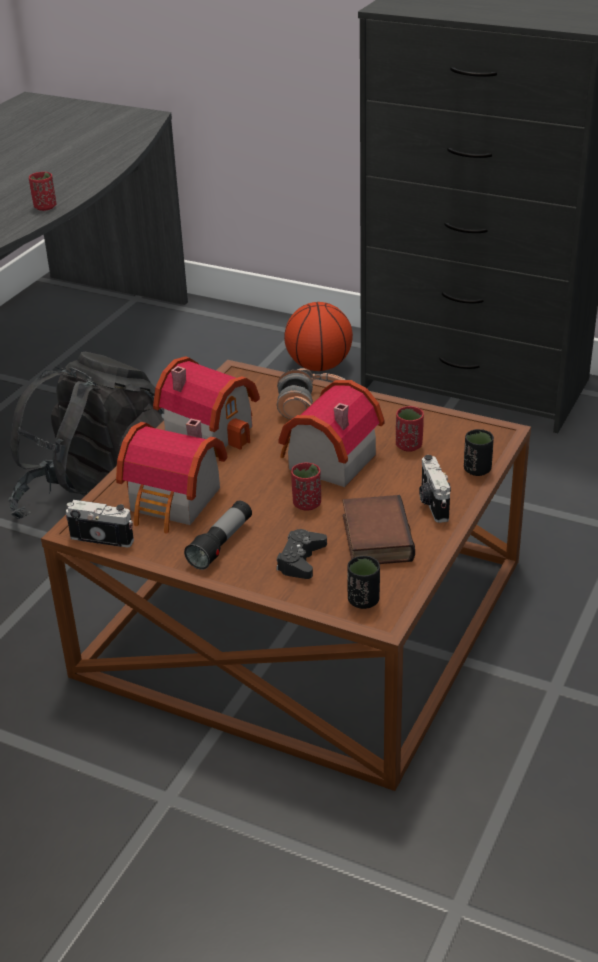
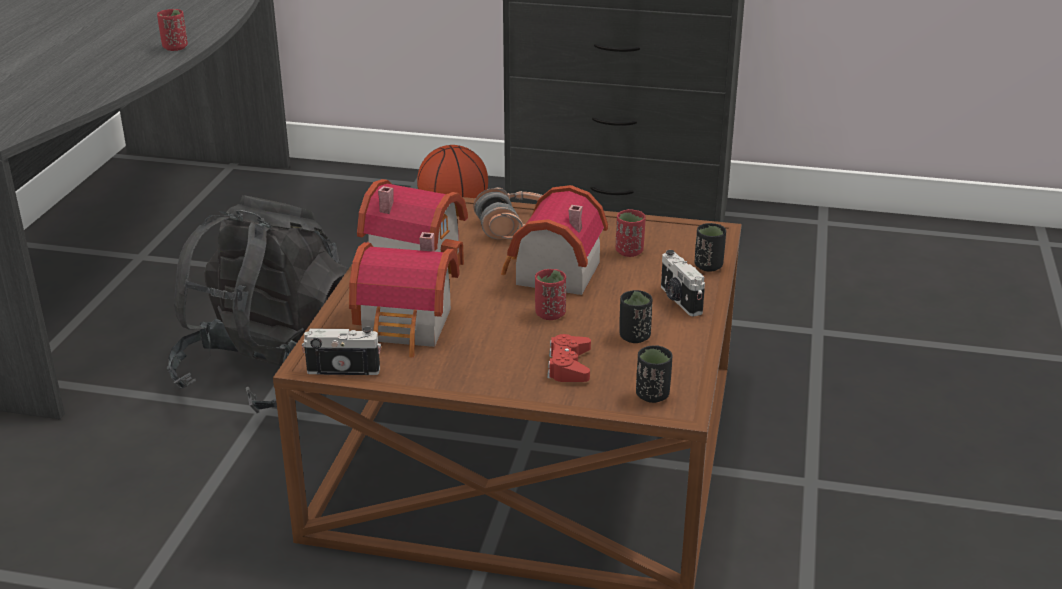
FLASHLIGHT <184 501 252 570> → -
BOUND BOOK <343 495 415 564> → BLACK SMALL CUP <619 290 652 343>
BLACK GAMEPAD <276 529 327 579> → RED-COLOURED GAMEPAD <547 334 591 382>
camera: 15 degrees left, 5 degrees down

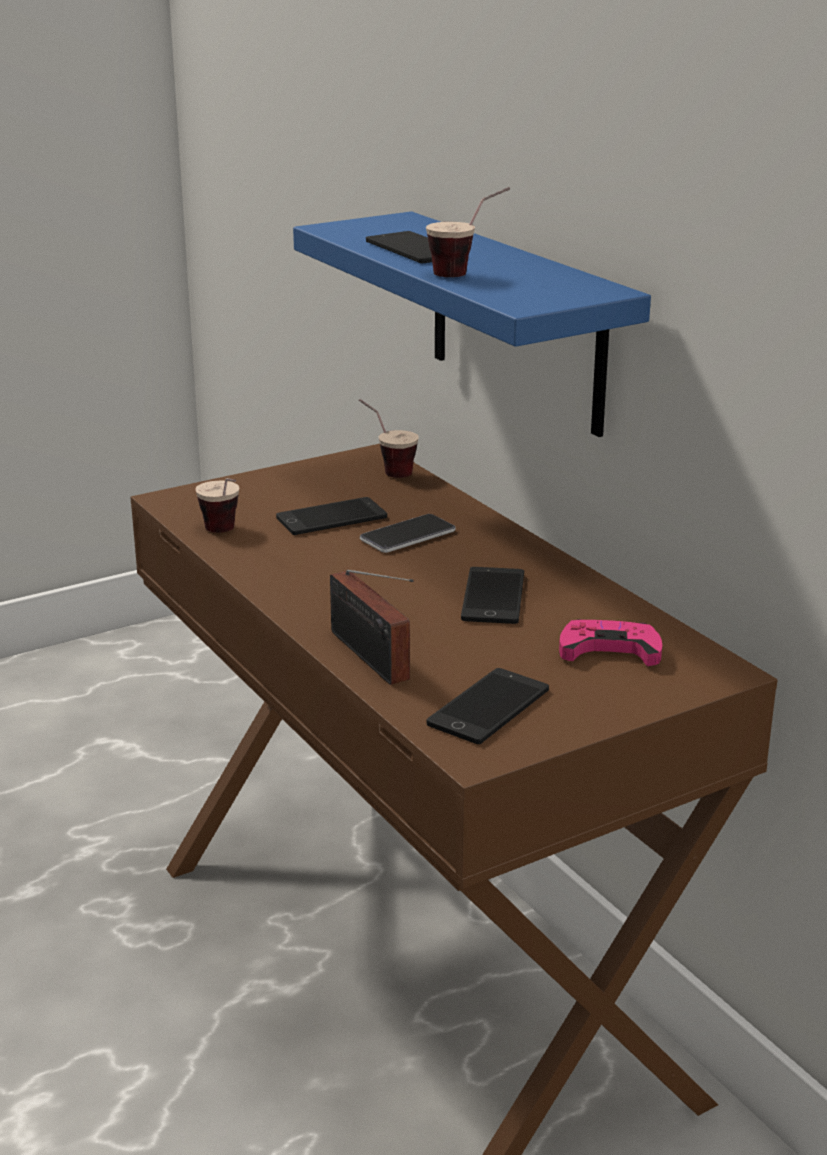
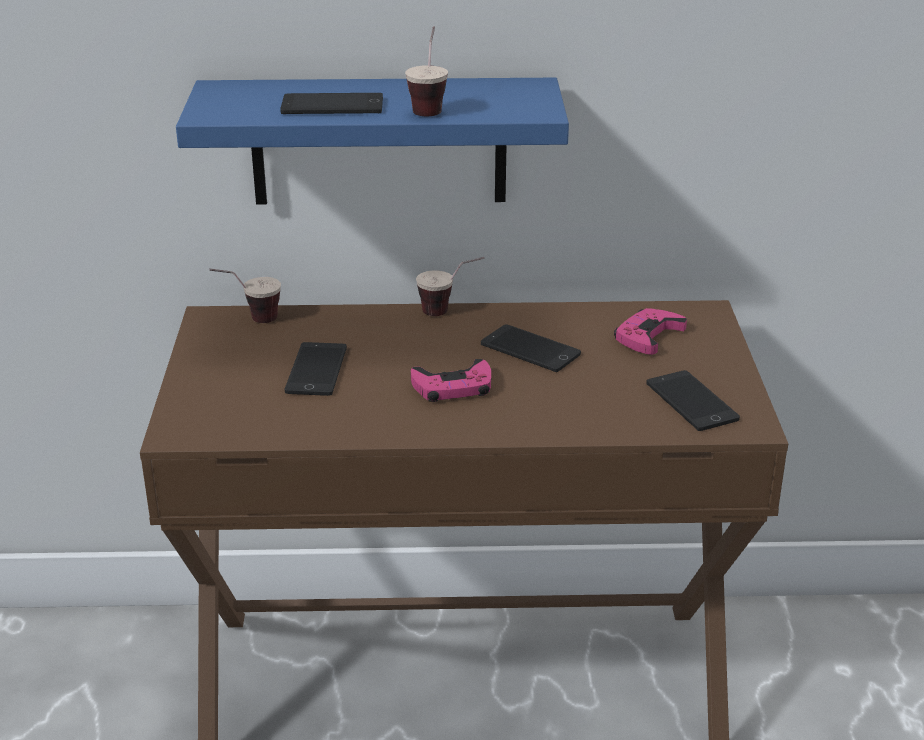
RADIO RECEIVER <330 570 414 685> → -
HANDSET <360 514 456 553> → -
- → PINK-COLOURED GAMEPAD <411 359 491 402>
SMALL CUP <195 478 239 533> → SMALL CUP <416 257 485 316>, relocated
camera: 60 degrees left, 5 degrees up

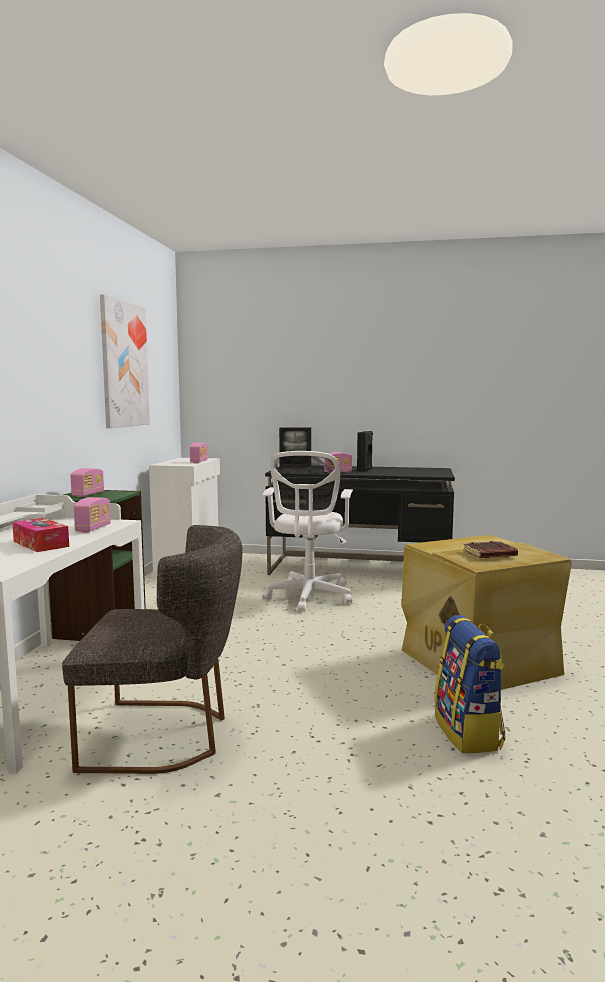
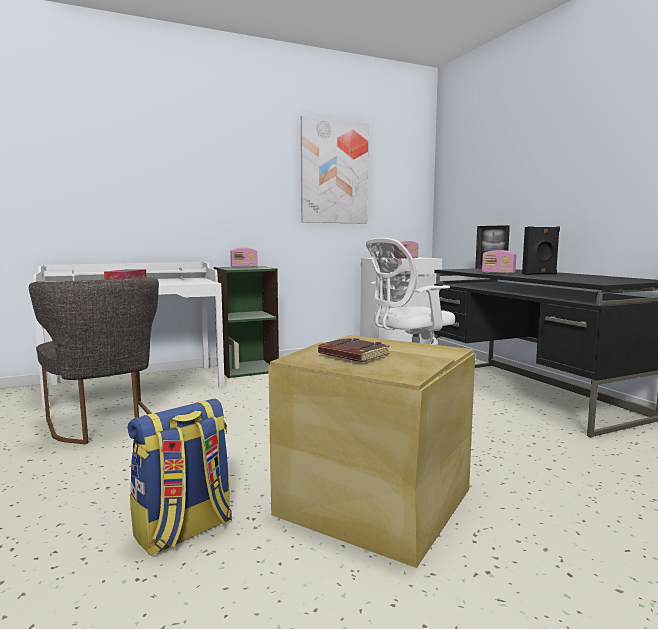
RADIO RECEIVER <74 497 111 533> → -
camera: 55 degrees right, 0 degrees up

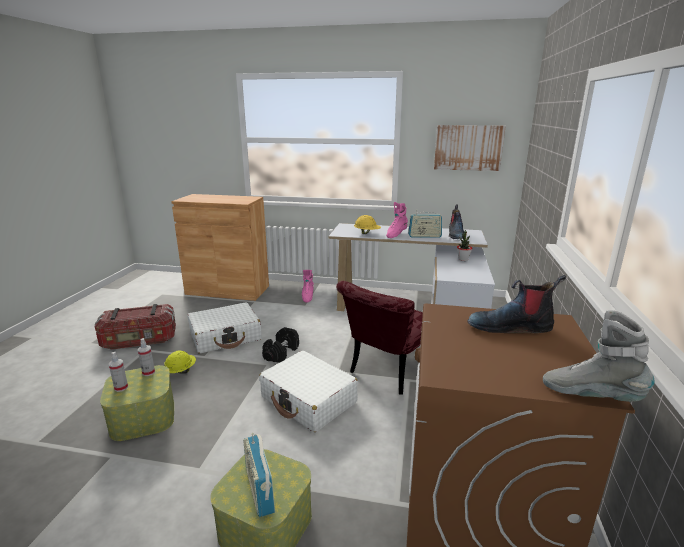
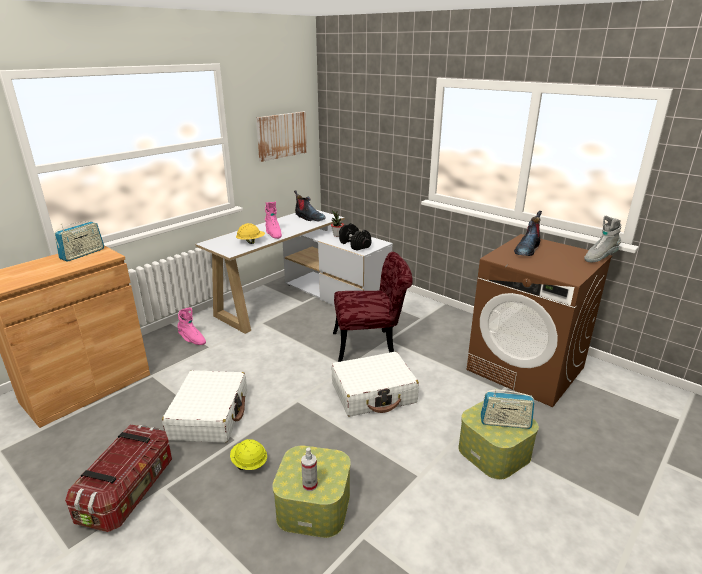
SPRAYER <138 338 155 376> → -
BLACK DUMBBELL <262 327 299 363> → BLACK DUMBBELL <339 223 371 251>, relocated
RADIO RECEIVER <408 211 442 238> → RADIO RECEIVER <54 221 104 262>, relocated
RED-COLOURED CHAIR <336 281 423 395> → RED-COLOURED CHAIR <333 252 412 362>, 75 degrees counterclockwise
camera: 60 degrees left, 5 degrees up

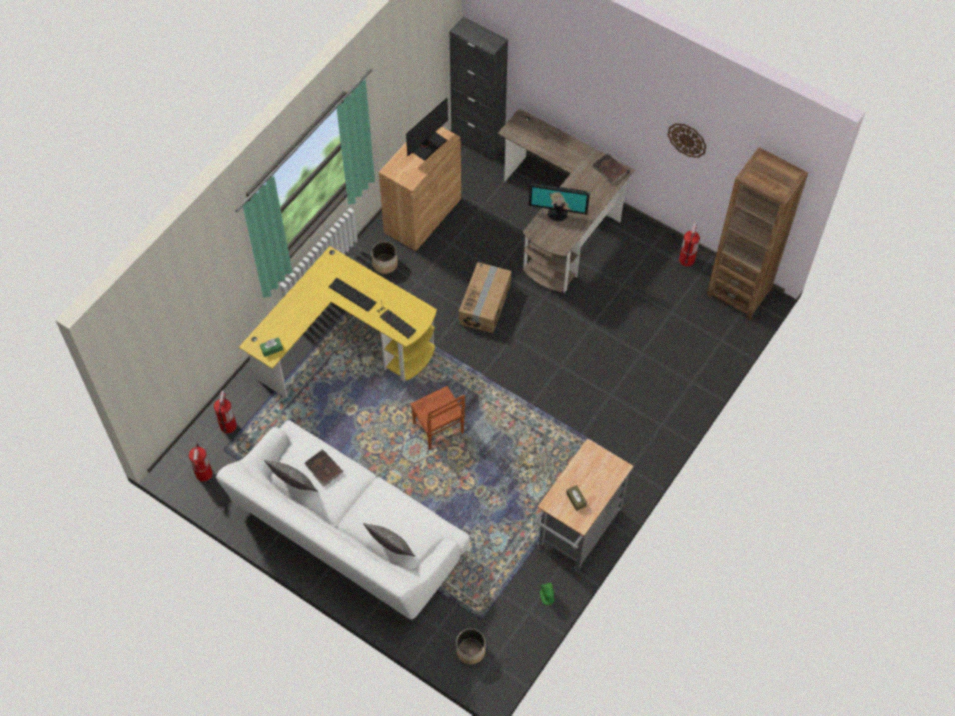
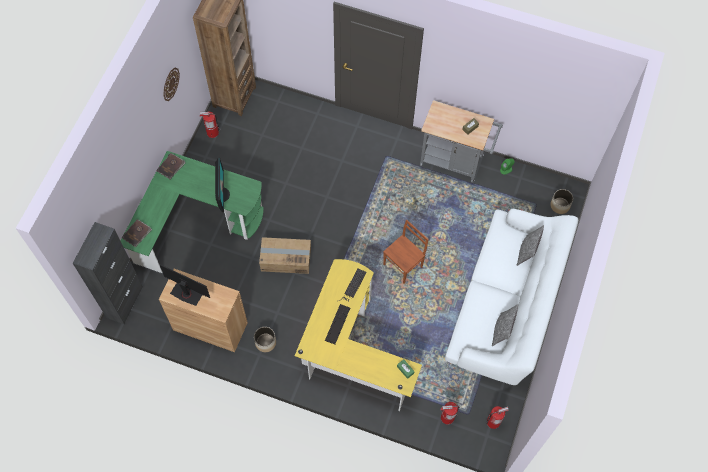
BROWN-COLOURED BOUND BOOK <304 449 343 487> → BROWN-COLOURED BOUND BOOK <122 220 152 247>, relocated
BROWN-COLOURED DESK UNIT <498 108 634 293> → GREEN-COLOURED DESK UNIT <121 151 263 273>
camera: 105 degrees left, 5 degrees up

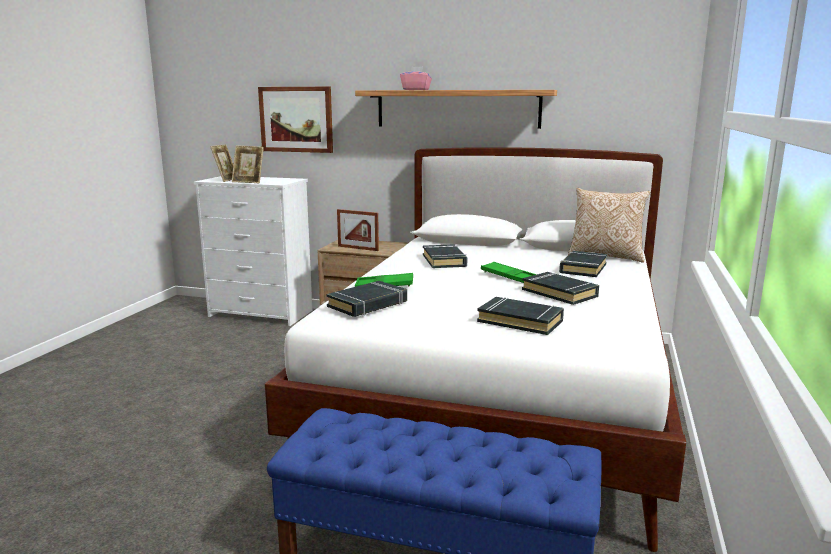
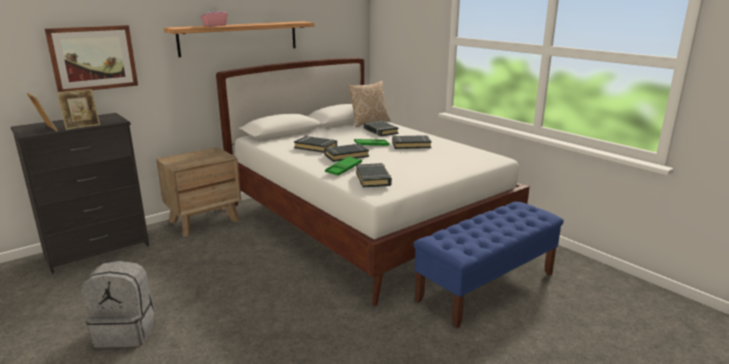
STANDING FRAME <337 209 379 251> → -
- → GREY RUCKSACK <81 261 155 348>
BLACK BOUND BOOK <477 297 564 335> → BLACK BOUND BOOK <324 144 369 162>, relocated
WHITE-COLOURED DRAWER CHEST <194 176 312 326> → BLACK DRAWER CHEST <11 113 150 274>
camera: 55 degrees left, 5 degrees up

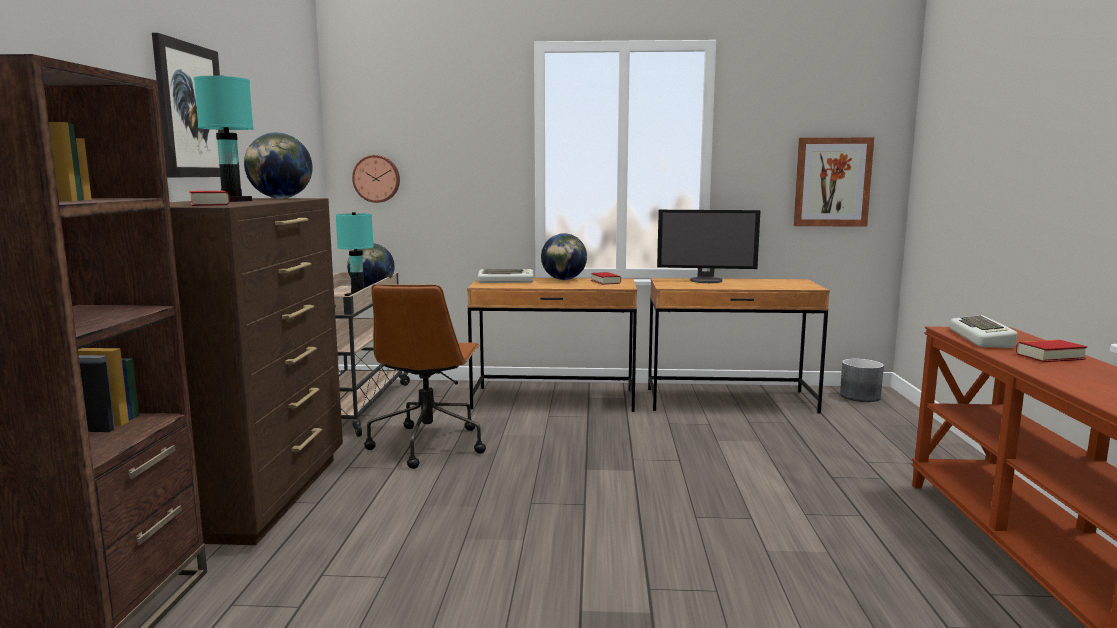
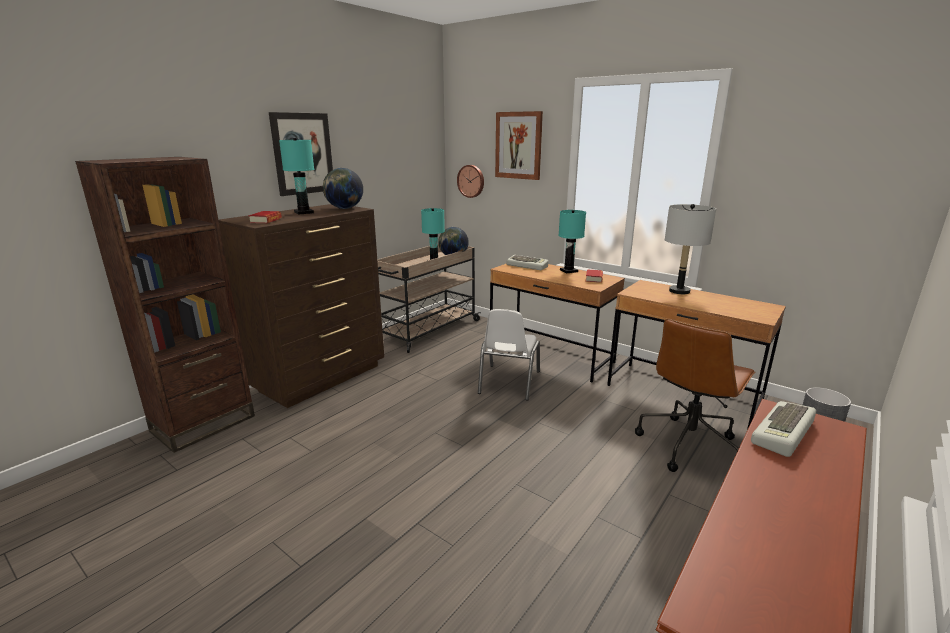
BOUND BOOK <1016 339 1087 362> → -
- → WHITE-COLOURED CHAIR <478 309 540 401>
BROWN-COLOURED DESK CHAIR <364 284 486 469> → BROWN-COLOURED DESK CHAIR <635 319 755 472>, relocated
WALL ART <794 138 874 227> → WALL ART <495 111 543 180>, relocated
WORLD GLOBE <541 233 587 280> → BLUE-GREEN LAMP FOR A TABLE <558 210 586 273>
COMPUTER SCREEN <657 210 761 283> → GREY LAMP FOR A TABLE <665 204 716 294>
camera: 35 degrees right, 10 degrees up

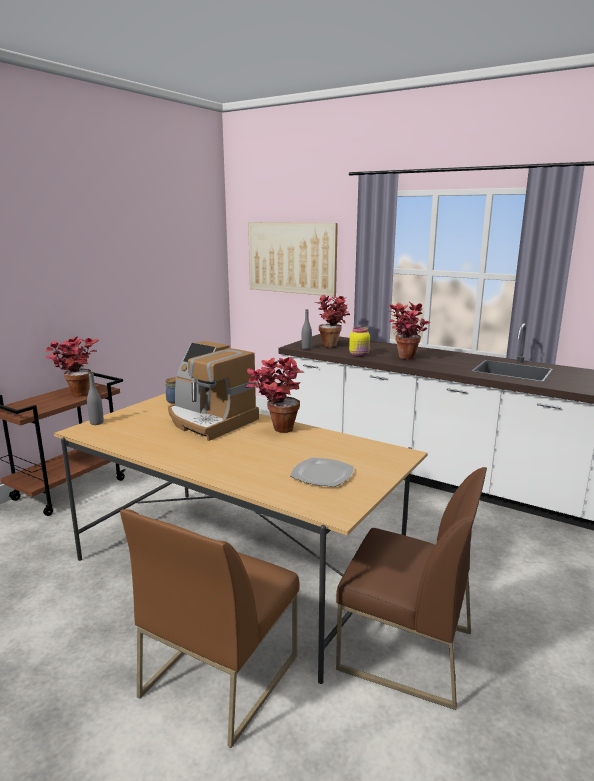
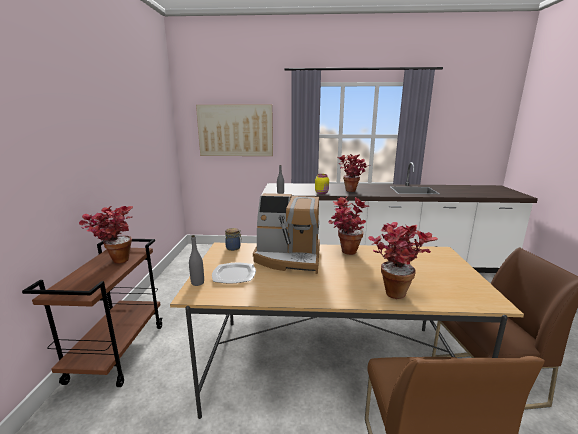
FLAT DISH <290 457 354 487> → FLAT DISH <212 263 256 283>, relocated
PLANT IN A POT <315 294 350 348> → PLANT IN A POT <368 222 438 299>, relocated
camera: 30 degrees left, 0 degrees up

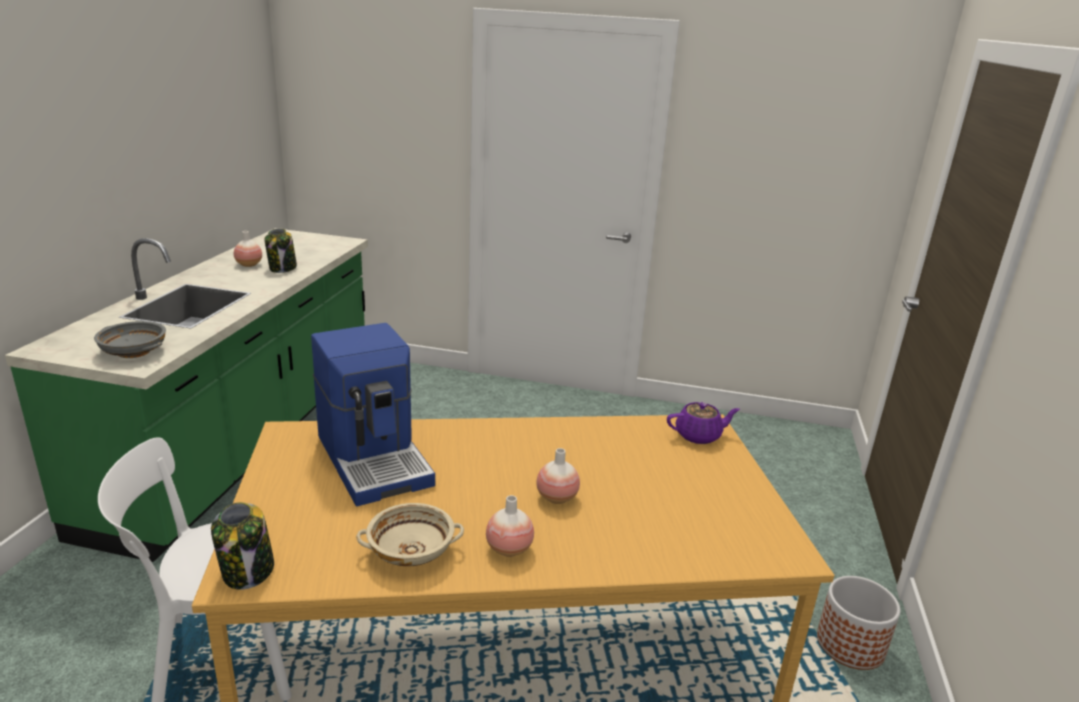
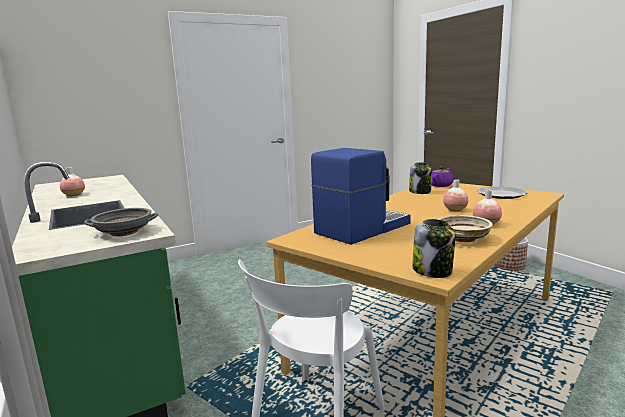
- → FLAT DISH <476 186 527 199>
PRESERVE JAR <265 229 297 273> → PRESERVE JAR <409 162 432 194>, relocated
COFFEE MAKER <311 323 435 507> → COFFEE MAKER <311 148 410 245>, 60 degrees counterclockwise
camera: 40 degrees left, 10 degrees down

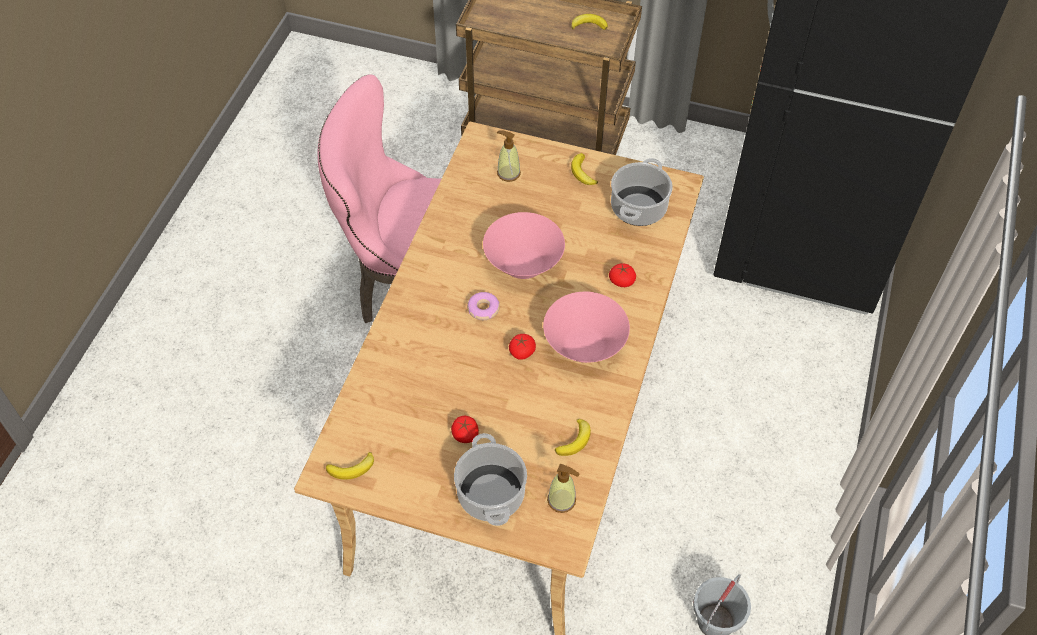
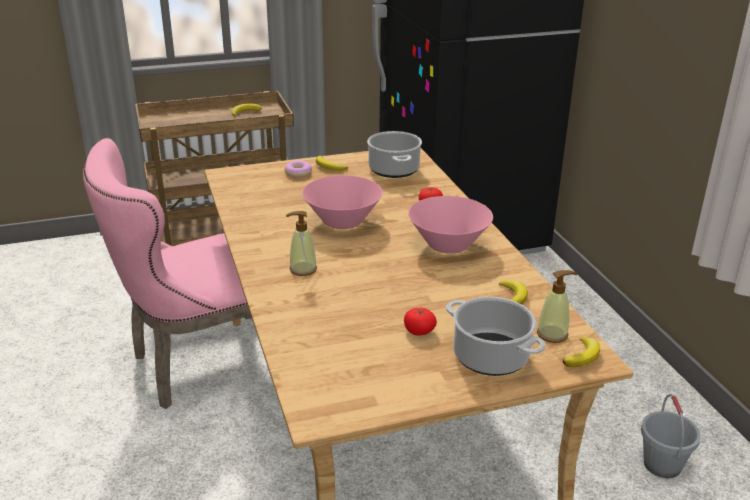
WHOLE TOMATO <509 334 536 360> → -
BANANA <326 452 374 480> → BANANA <563 337 600 368>, relocated
RING DOUGHNUT <467 292 500 320> → RING DOUGHNUT <284 161 312 178>, relocated
SOAP BOTTLE <497 130 521 182> → SOAP BOTTLE <286 211 317 276>, relocated
camera: 35 degrees left, 25 degrees down

